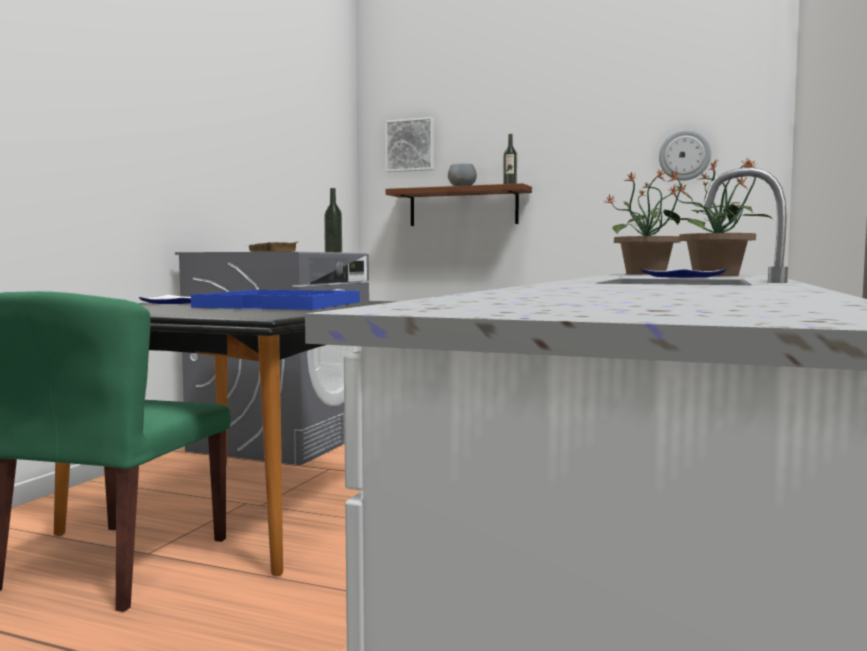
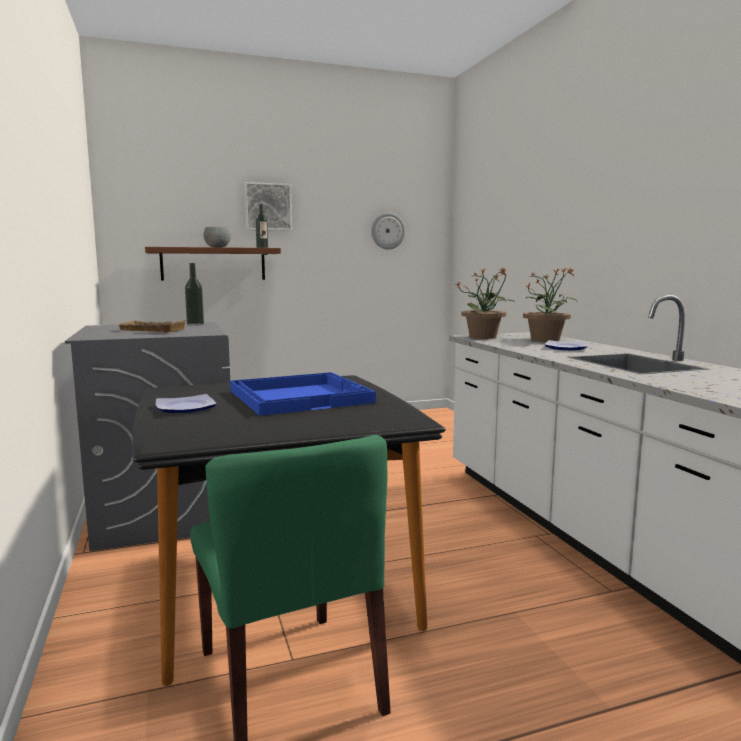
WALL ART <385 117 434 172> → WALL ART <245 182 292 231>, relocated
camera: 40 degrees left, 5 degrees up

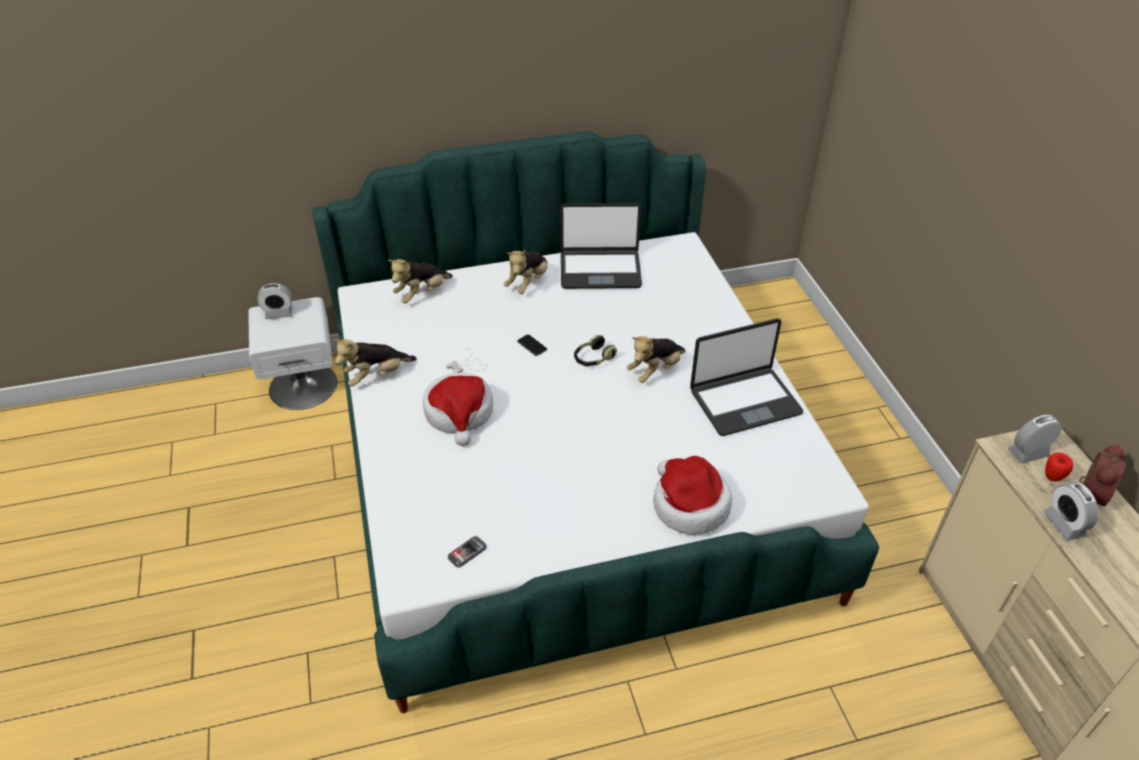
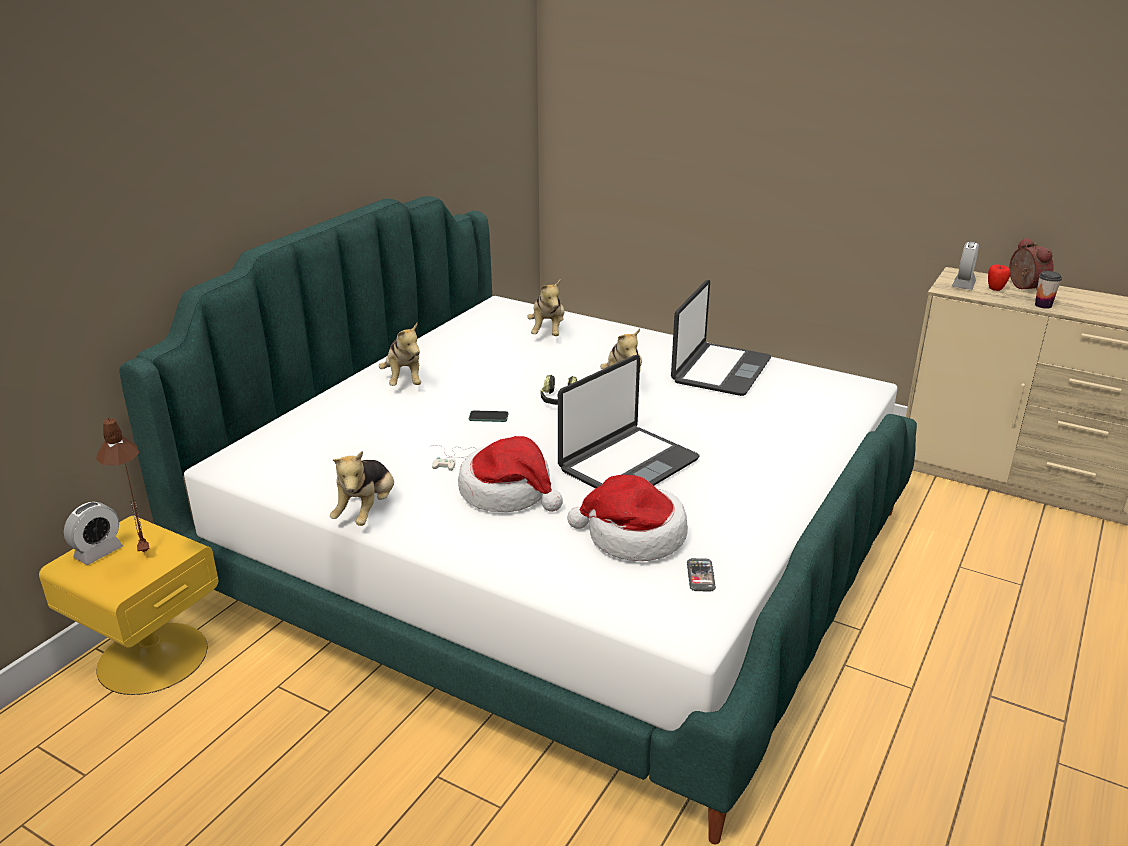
- → BROWN-COLOURED LAMP FOR A TABLE <96 416 150 553>
PLUSH TOY <388 259 453 303> → PLUSH TOY <527 280 565 336>, relocated
PORTABLE COMPUTER <560 203 642 289> → PORTABLE COMPUTER <558 355 700 488>, relocated
WEARABLE HAT <653 456 732 535> → WEARABLE HAT <567 475 688 561>, relocated
BEDSIDE CLOCK <1043 482 1099 541> → SMALL CUP <1035 271 1062 309>
WHITE-COLOURED BEDSIDE TABLE <248 297 337 410> → YELLOW BEDSIDE TABLE <39 516 218 695>
camera: 45 degrees left, 15 degrees down

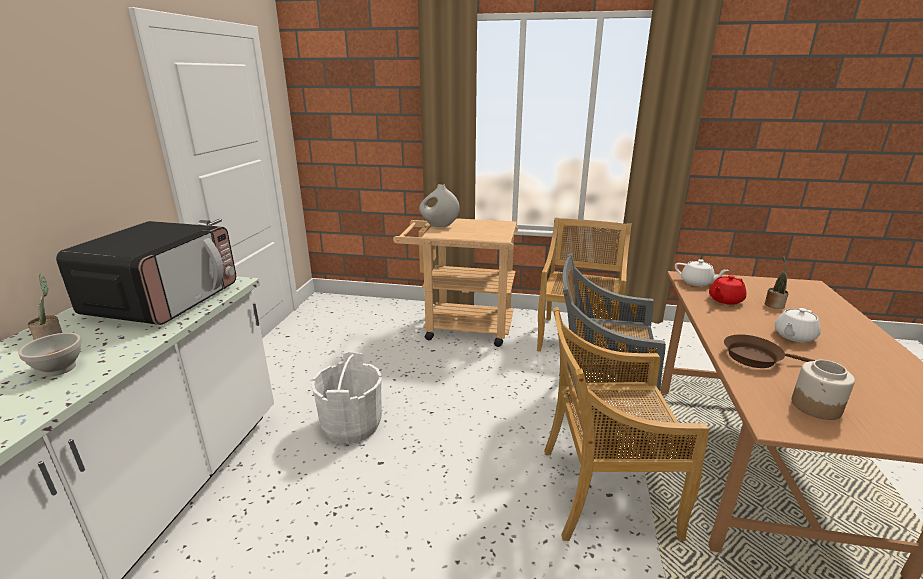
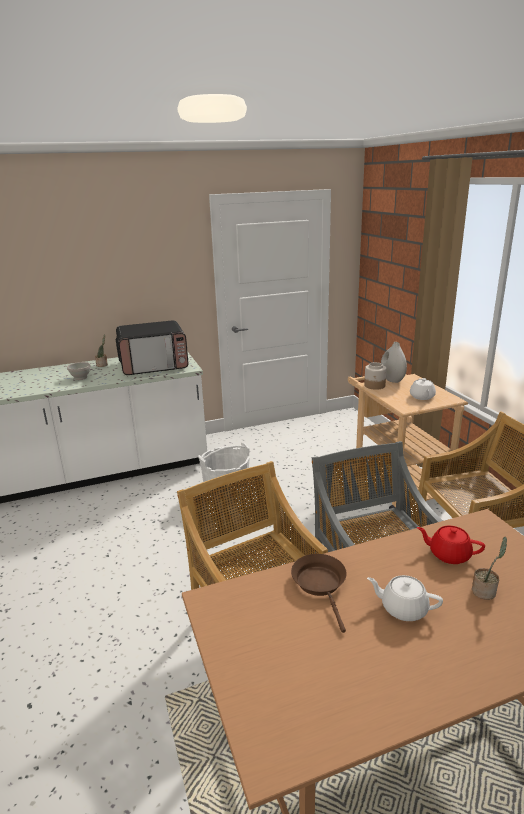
WHITE-COLOURED POT FOR TEA <675 259 729 286> → WHITE-COLOURED POT FOR TEA <410 378 436 400>, relocated
PRESERVE JAR <792 360 855 420> → PRESERVE JAR <364 362 387 390>, relocated
camera: 60 degrees right, 0 degrees up

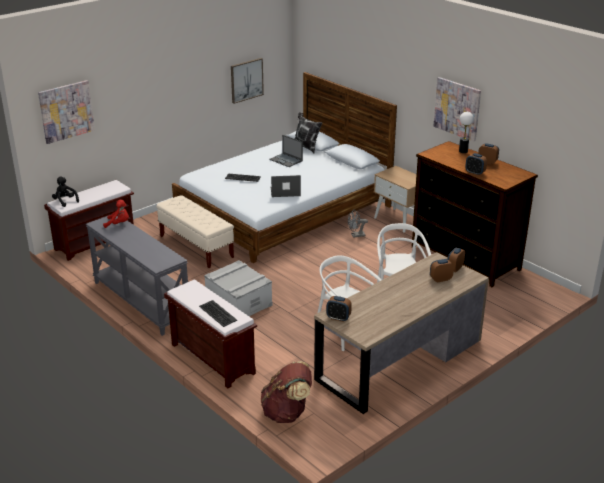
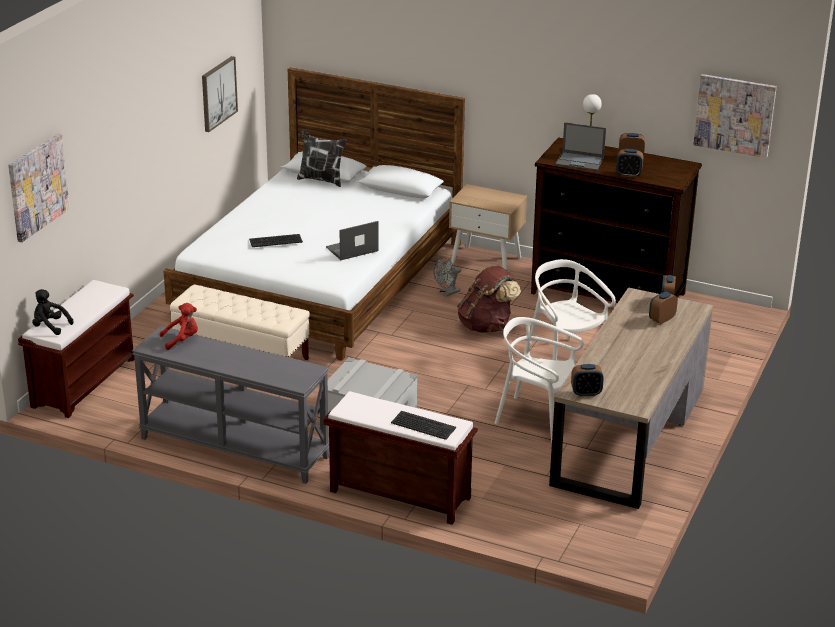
BROWN-COLOURED RUCKSACK <261 361 312 423> → BROWN-COLOURED RUCKSACK <457 265 521 333>, relocated
PORTABLE COMPUTER <269 135 303 167> → PORTABLE COMPUTER <555 122 606 171>, relocated
WALL ART <433 77 481 141> → WALL ART <693 74 777 158>, relocated
camera: 25 degrees left, 0 degrees up

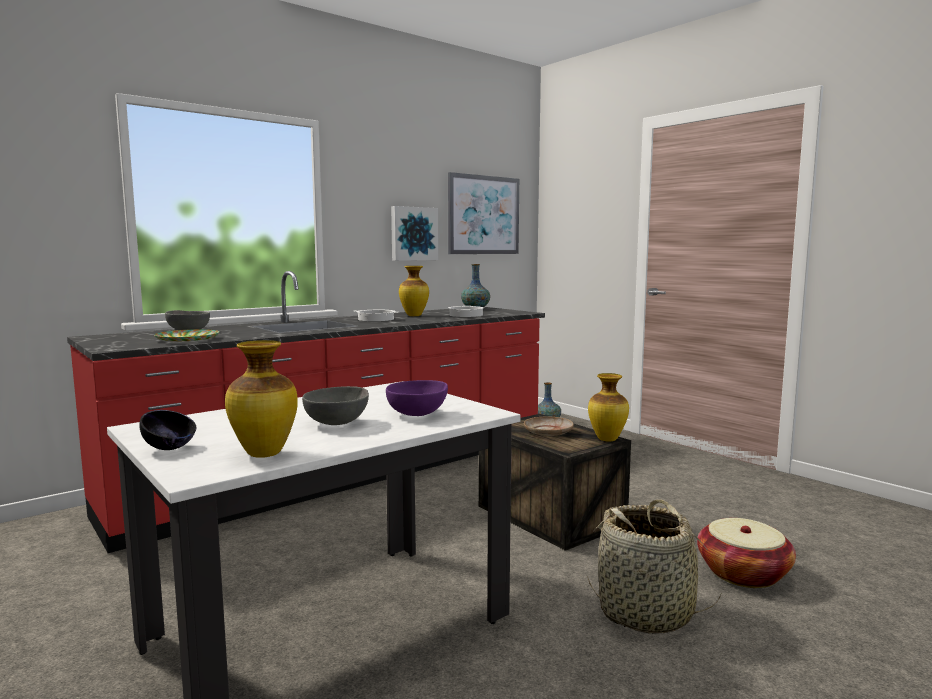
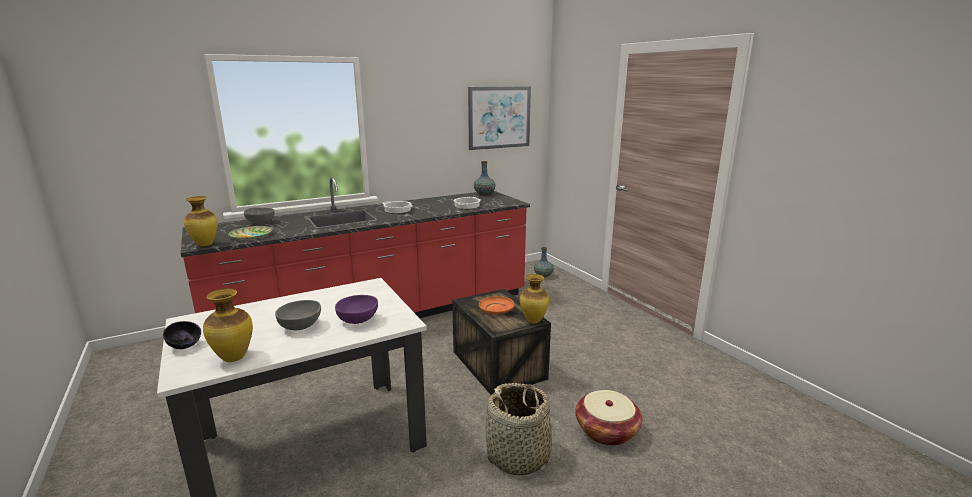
WALL ART <391 206 439 261> → -
FLOWER VASE <399 266 429 316> → FLOWER VASE <184 196 218 246>, relocated
SAND-COLOURED FLAT DISH <524 416 574 436> → ORANGE FLAT DISH <479 296 514 315>
camera: 10 degrees right, 10 degrees up

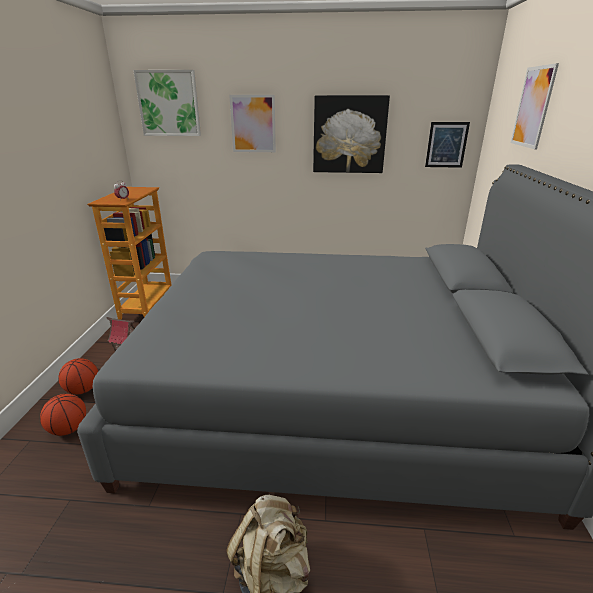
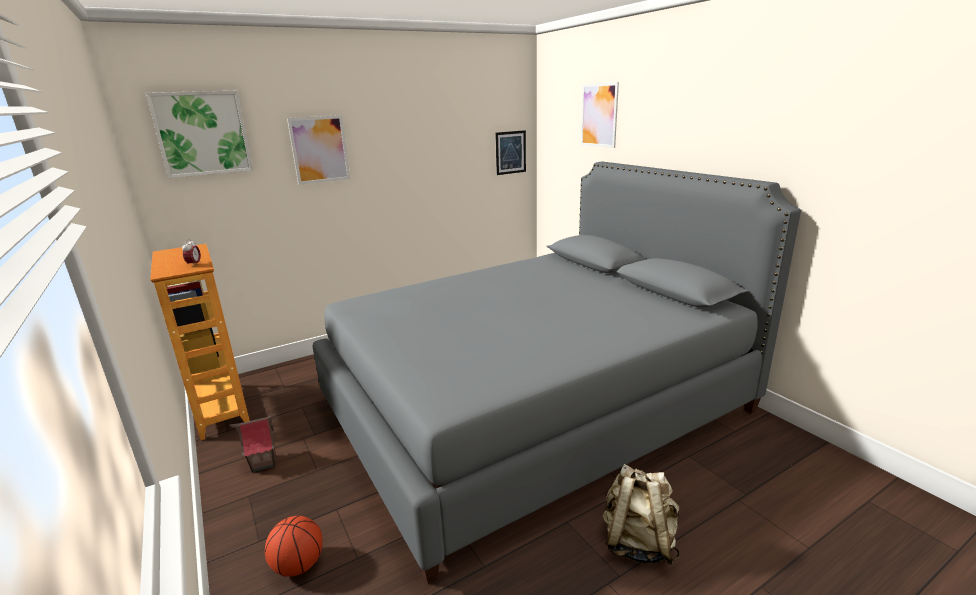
BASKETBALL <58 358 98 394> → -
WALL ART <313 95 390 173> → -
camera: 35 degrees left, 5 degrees down

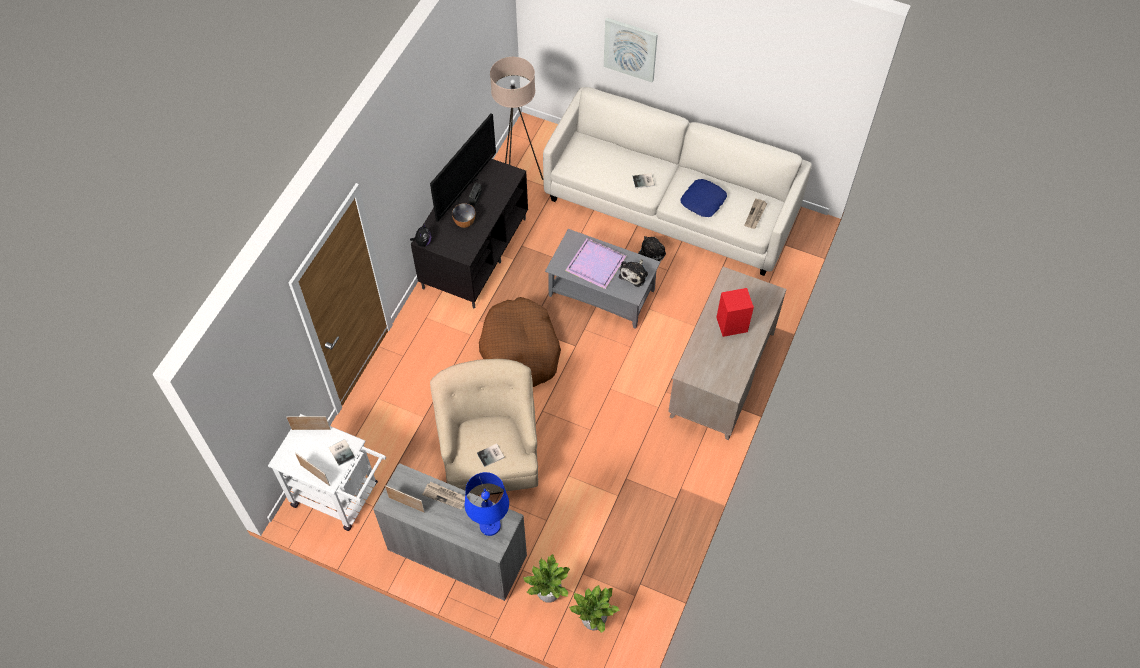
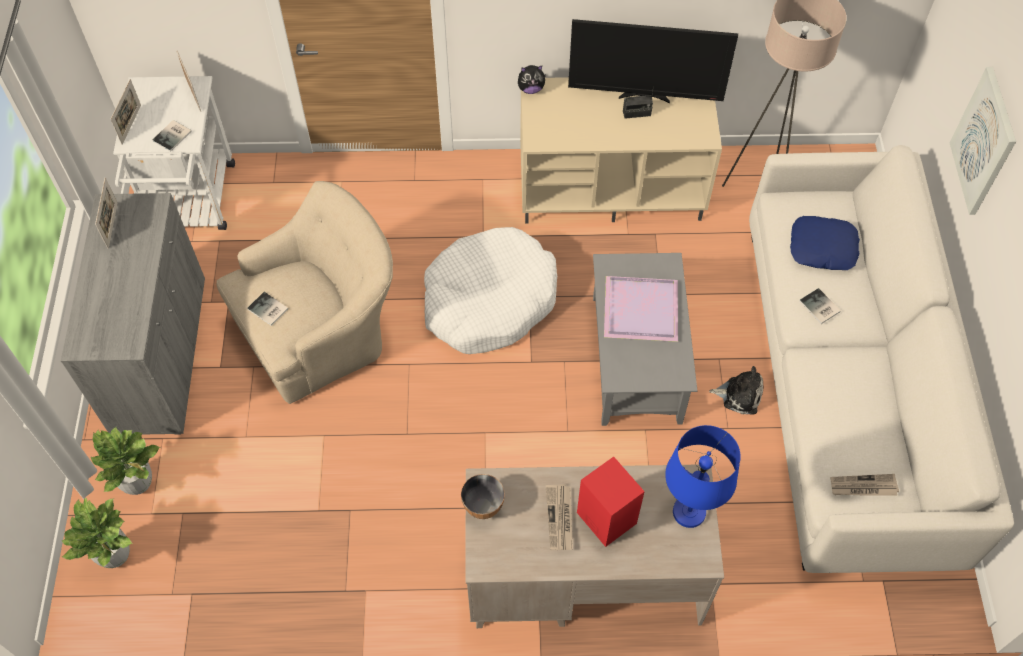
PLUSH TOY <619 259 648 287> → -
DAILY PAPER <422 482 468 510> → DAILY PAPER <546 484 573 550>, relocated
BOWL <452 203 475 228> → BOWL <461 474 505 519>, relocated
BLUE LAMP FOR A TABLE <465 472 509 536> → BLUE LAMP FOR A TABLE <665 425 741 528>, relocated
BLUE PILLOW <681 179 727 217> → BLUE PILLOW <790 216 860 270>, relocated
BLACK TV UNIT <411 158 528 309> → SAND-COLOURED TV UNIT <520 77 722 224>
BROWN-COLOURED DOG CUSHION <479 297 561 387> → WHITE-COLOURED DOG CUSHION <424 227 557 354>
camera: 65 degrees right, 0 degrees up

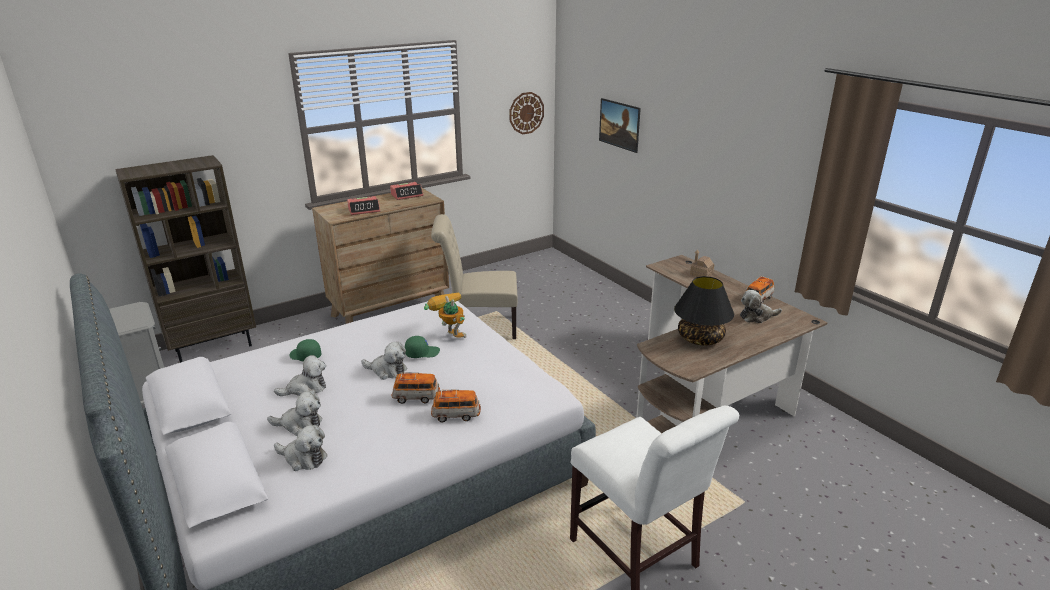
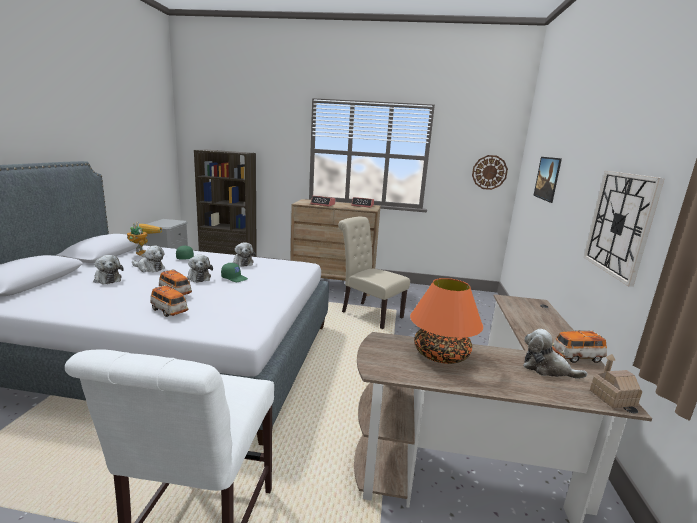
- → CLOCK ON THE WALL <584 171 665 287>
PLUSH TOY <274 425 327 471> → PLUSH TOY <233 242 256 267>, relocated
ROBOT FIGURE <424 292 467 338> → ROBOT FIGURE <127 222 162 257>, relocated
TOY HOUSE <690 250 714 277> → TOY HOUSE <590 354 642 408>, relocated
BLACK LAMP FOR A TABLE <674 276 734 345> → ORANGE LAMP FOR A TABLE <410 278 483 364>
camera: 40 degrees right, 10 degrees down

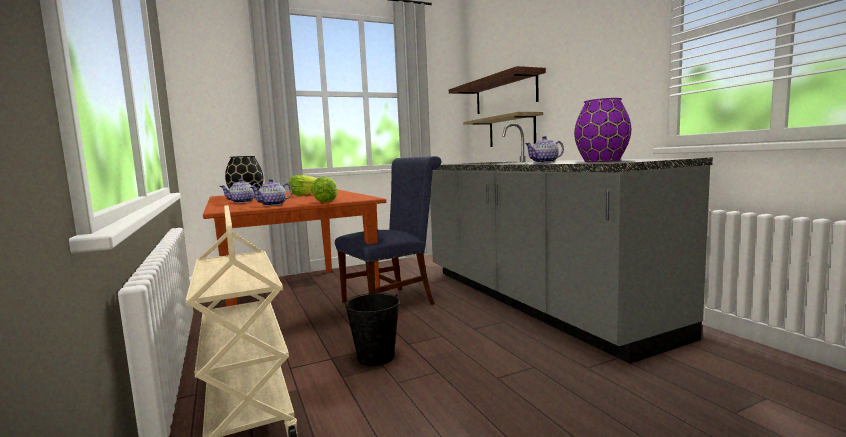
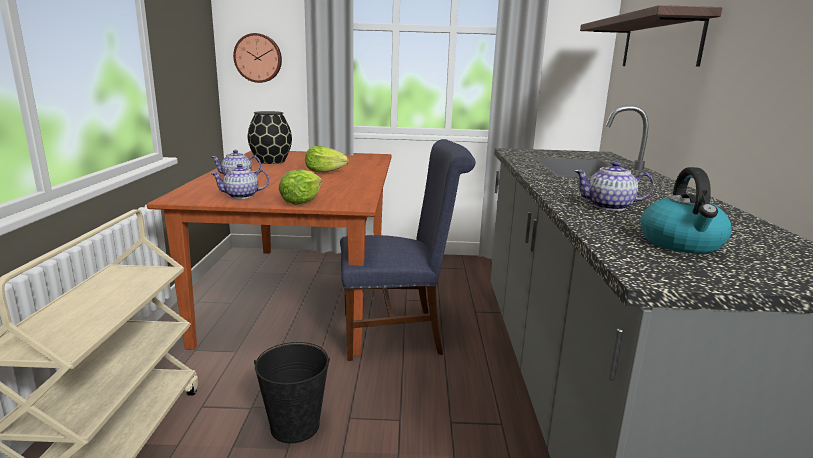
BRACKET SHELF <463 112 543 147> → -
- → CLOCK ON THE WALL <233 33 282 83>
PURPLE-COLOURED FLOWER VASE <574 98 631 162> → WATER KETTLE <640 167 732 254>
camera: 25 degrees right, 10 degrees up

